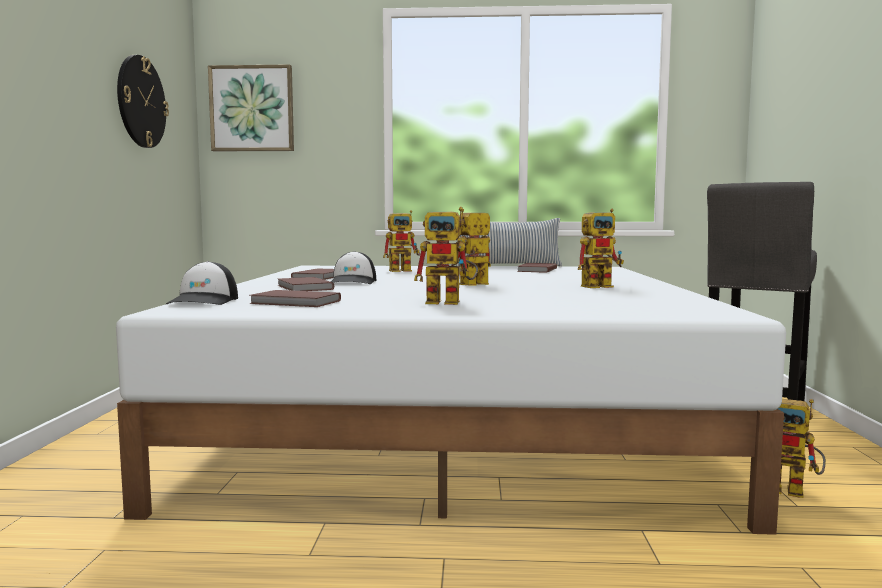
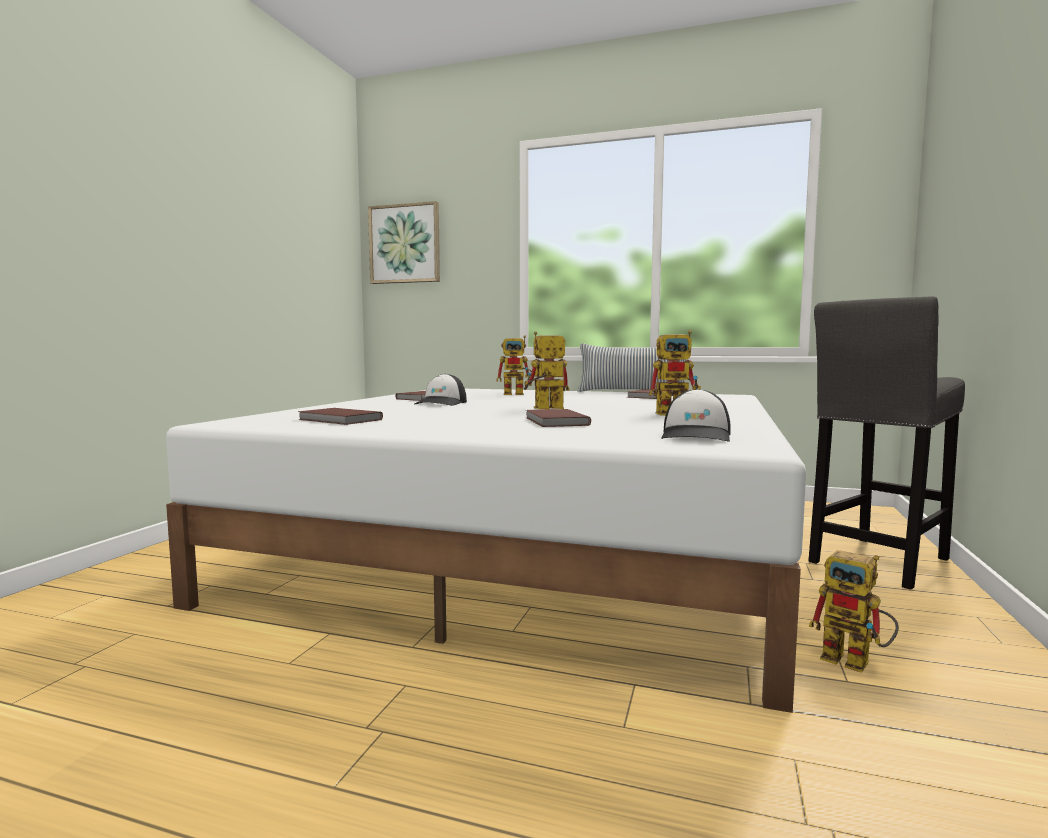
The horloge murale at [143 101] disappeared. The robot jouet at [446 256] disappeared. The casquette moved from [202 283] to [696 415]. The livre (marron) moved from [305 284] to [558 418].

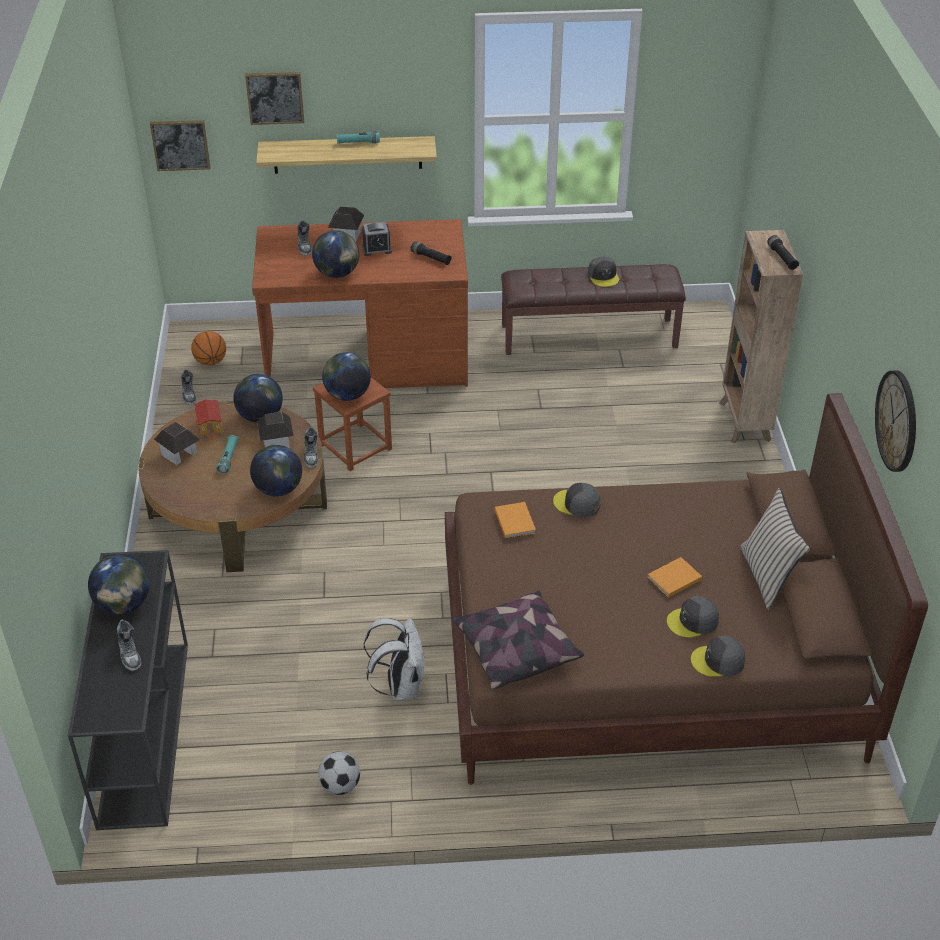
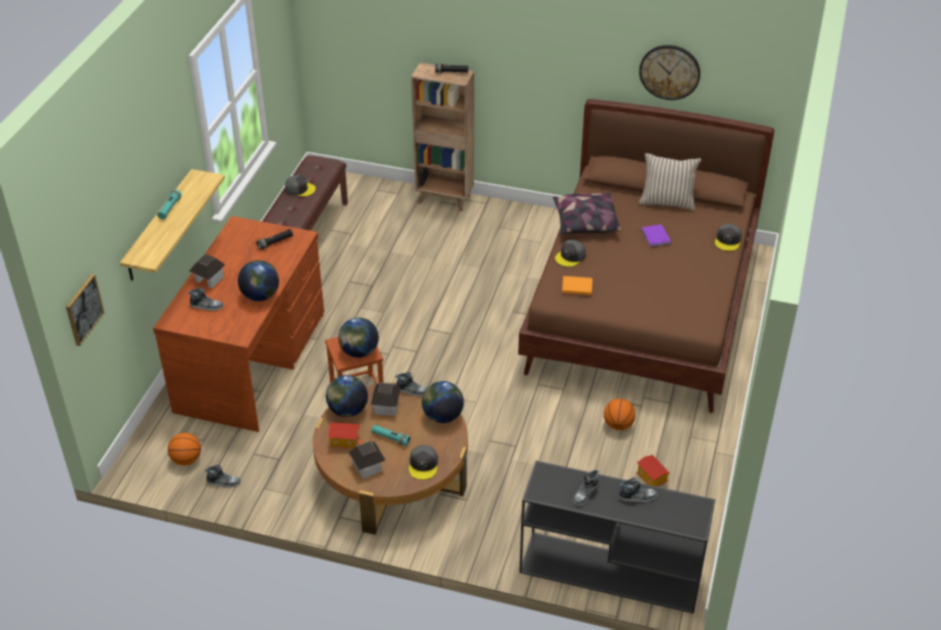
The tableau at [274 98] disappeared. The ballon de foot at [339 773] disappeared. The réveil at [377 239] disappeared. The maison miniature at [653 471] appeared. The coussin moved from [518 639] to [587 213]. The casquette (gris) moved from [693 617] to [423 462]. The globe at [119 584] was replaced by the chaussure at [586 488]. The sac à dos (blanc) at [394 659] was replaced by the ballon de basket at [620 414]. The livre (orange) at [674 577] became the livre (violet) at [656 235].

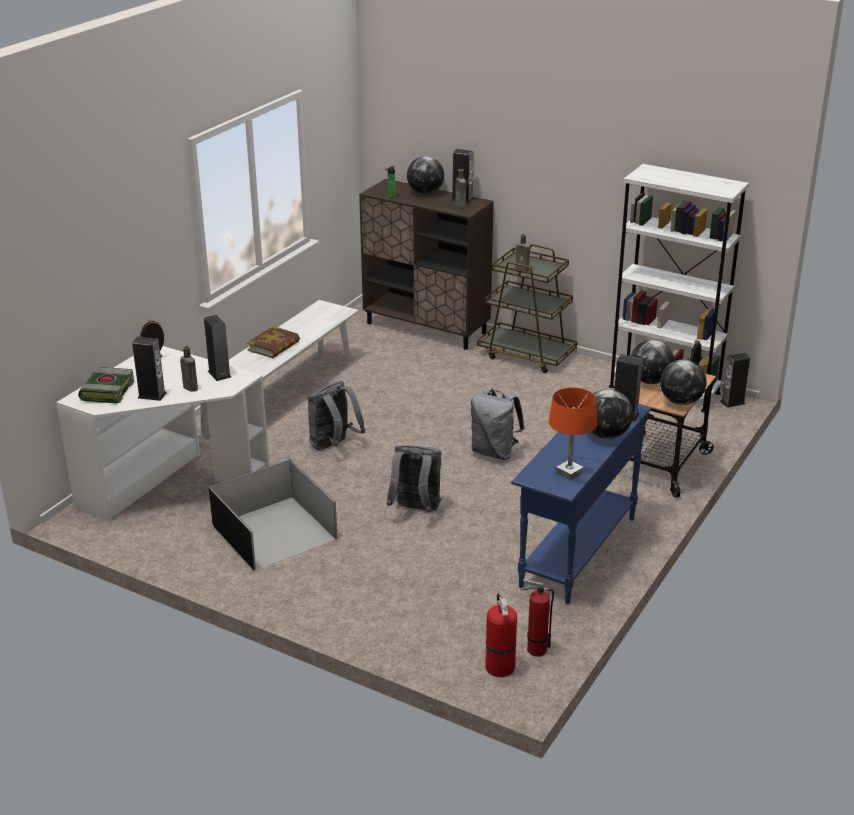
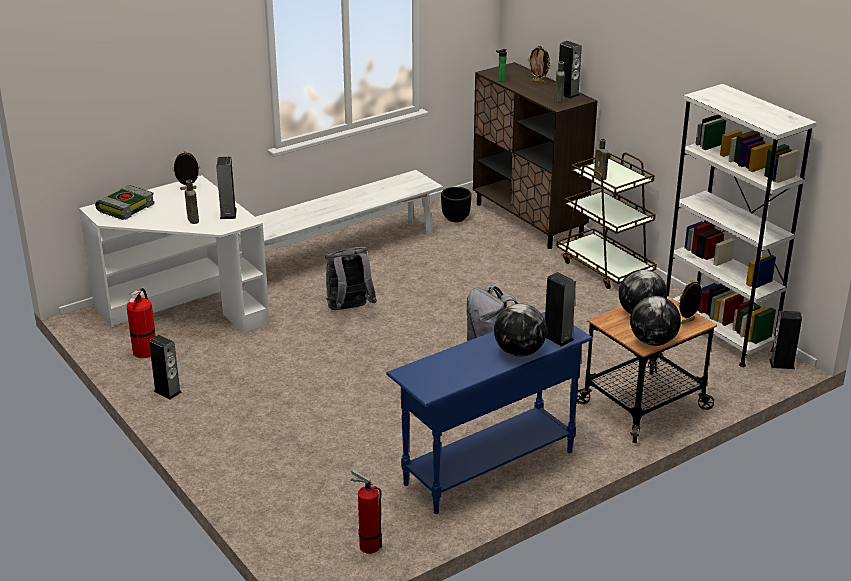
The boîte de rangement (noir) at [273 514] disappeared. The livre at [273 342] disappeared. The sac à dos (gris) at [414 479] disappeared. The lampe de table (orange) at [573 433] disappeared. The cache-pot (noir) at [456 204] appeared. The enceinte moved from [149 368] to [165 367]. The extincteur moved from [501 635] to [141 323]. The globe at [425 175] was replaced by the cadre photo at [539 64].

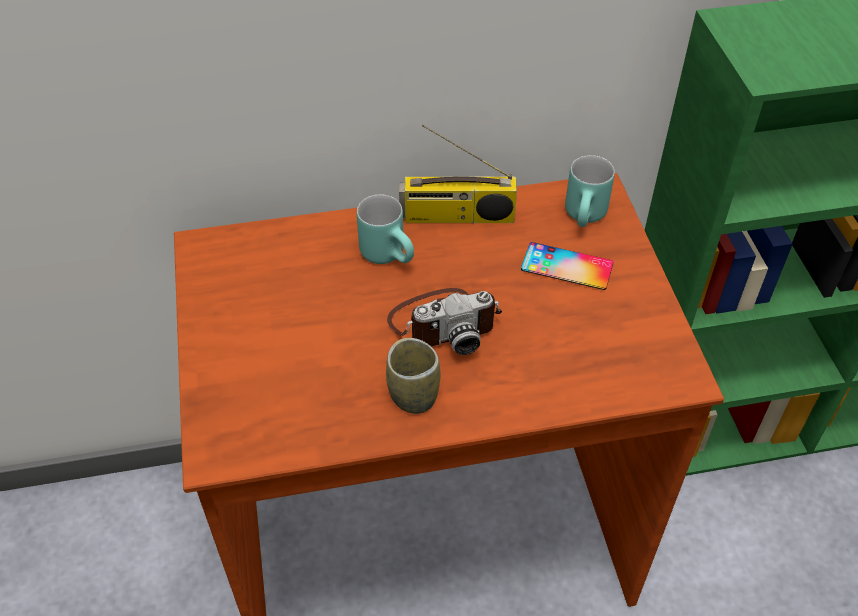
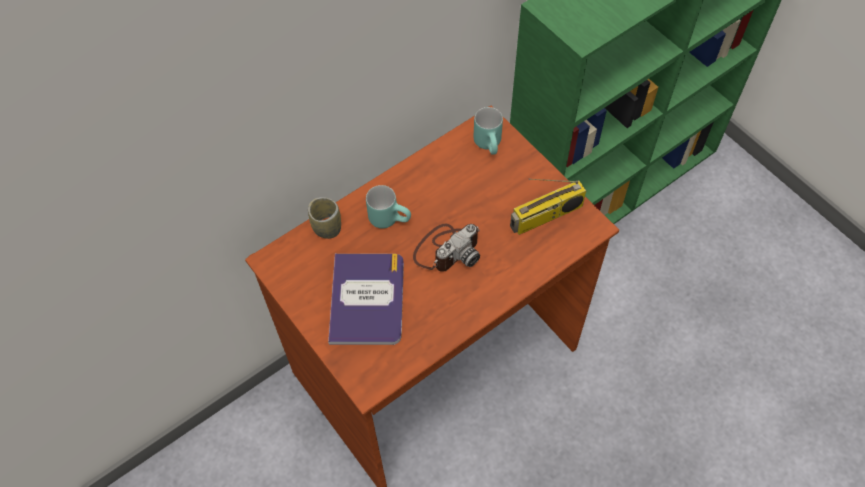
The téléphone at [567 266] disappeared. The livre at [366 299] appeared. The tasse moved from [413 376] to [324 218]. The radio moved from [458 174] to [548 206].

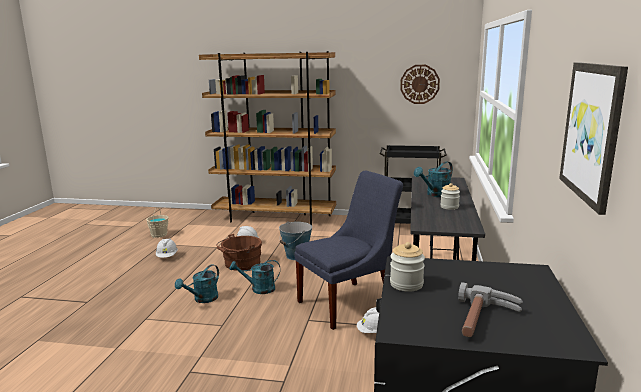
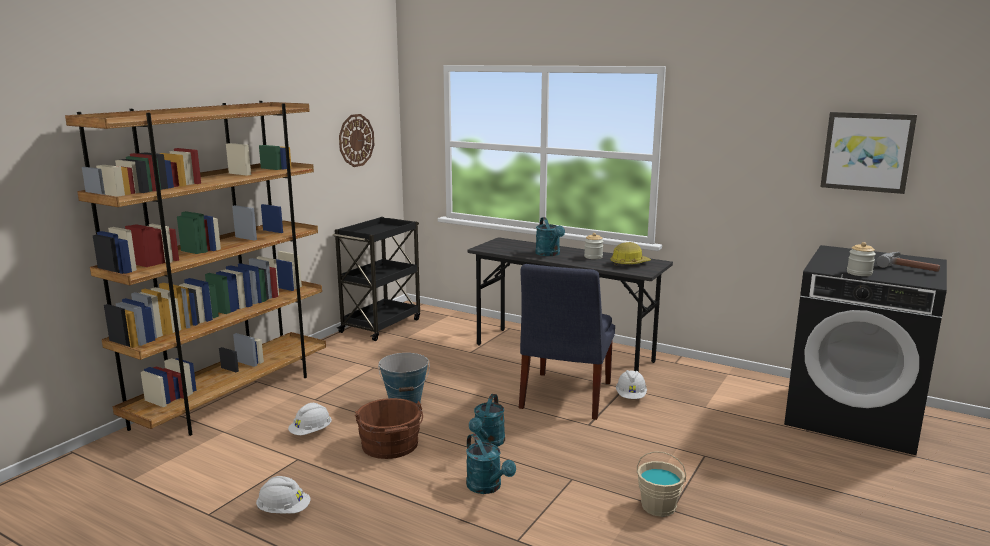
The casque de chantier at [630 254] appeared. The seau (beige) moved from [157 222] to [661 484]. The chaise (bleu) at [348 250] turned 150 degrees counterclockwise.

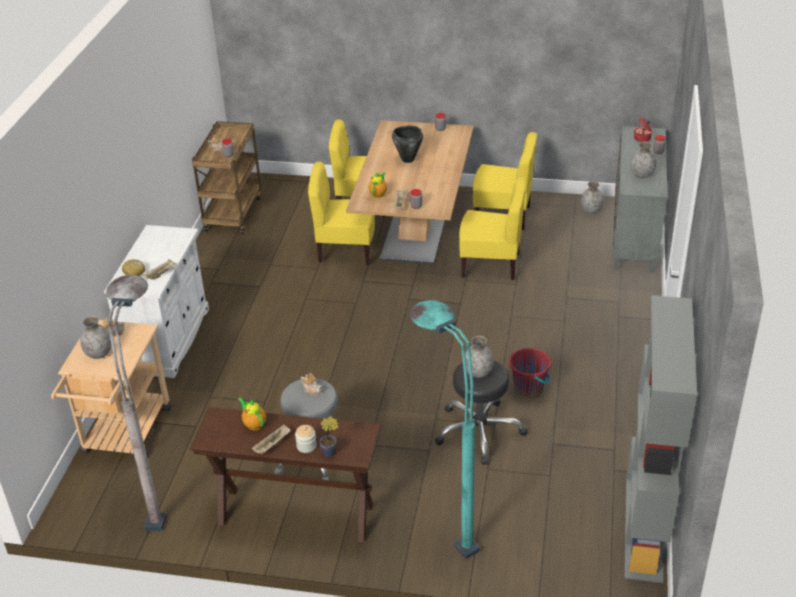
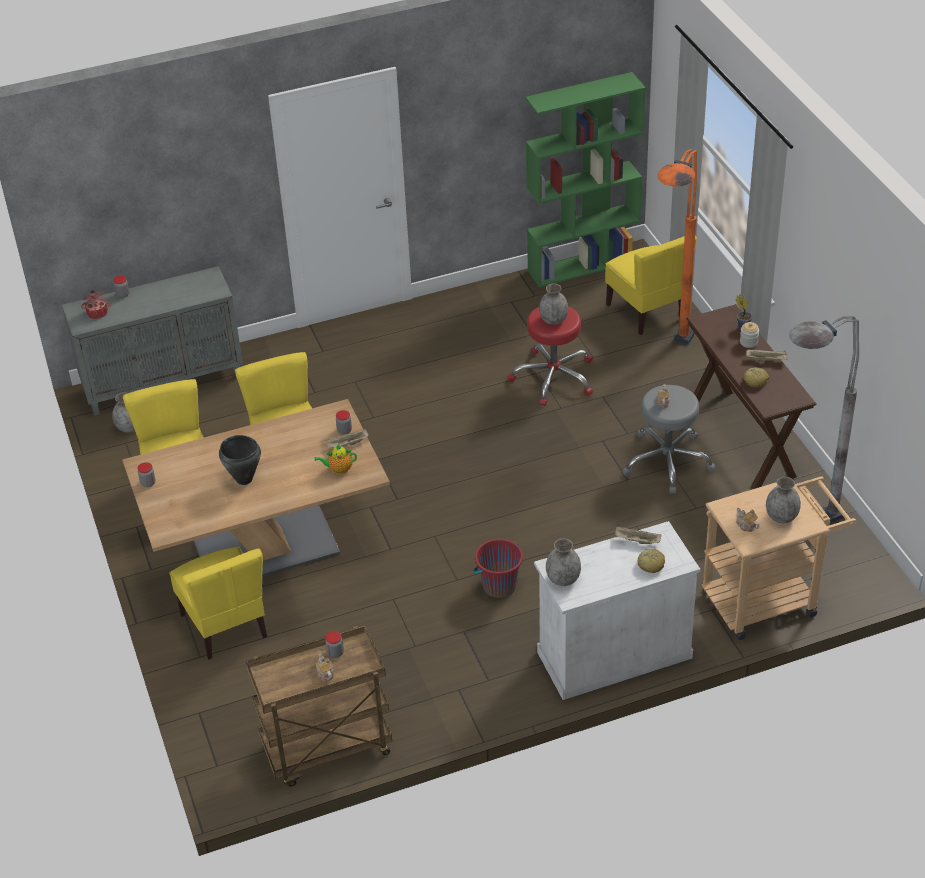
The chaise (jaune) moved from [341 213] to [651 285]. The seau (rouge) moved from [530 373] to [498 568]. The vase (gris) moved from [643 160] to [563 562]. The théière at [252 414] was replaced by the pain at [756 377]. The lampadaire (turquoise) at [445 429] became the lampadaire (orange) at [677 247]. The tabouret (noir) at [481 413] became the tabouret (rouge) at [550 356]. The bibliothèque (gris) at [660 439] became the bibliothèque (vert) at [585 179].

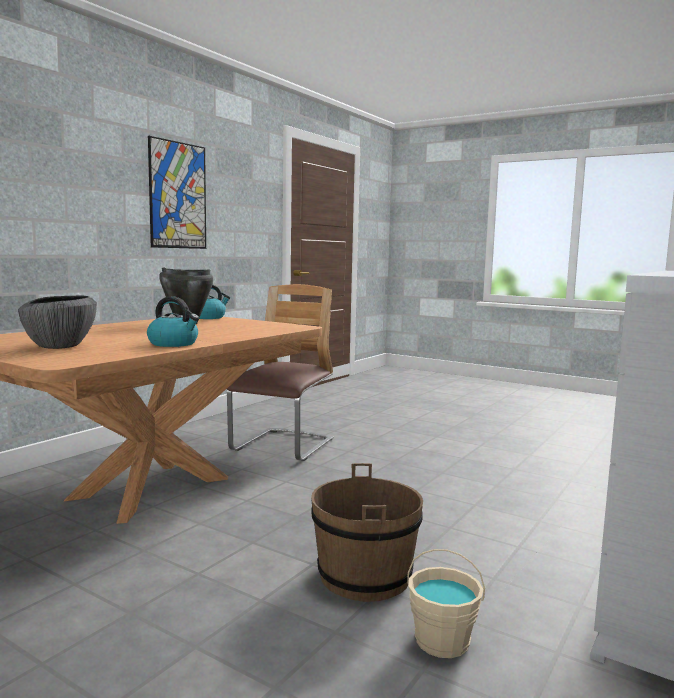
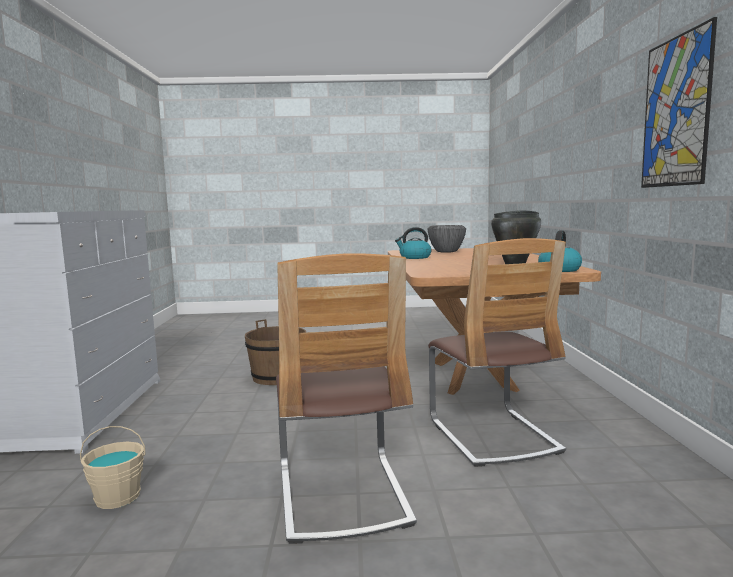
The chaise at [346 398] appeared. The seau (beige) moved from [446 603] to [112 467].

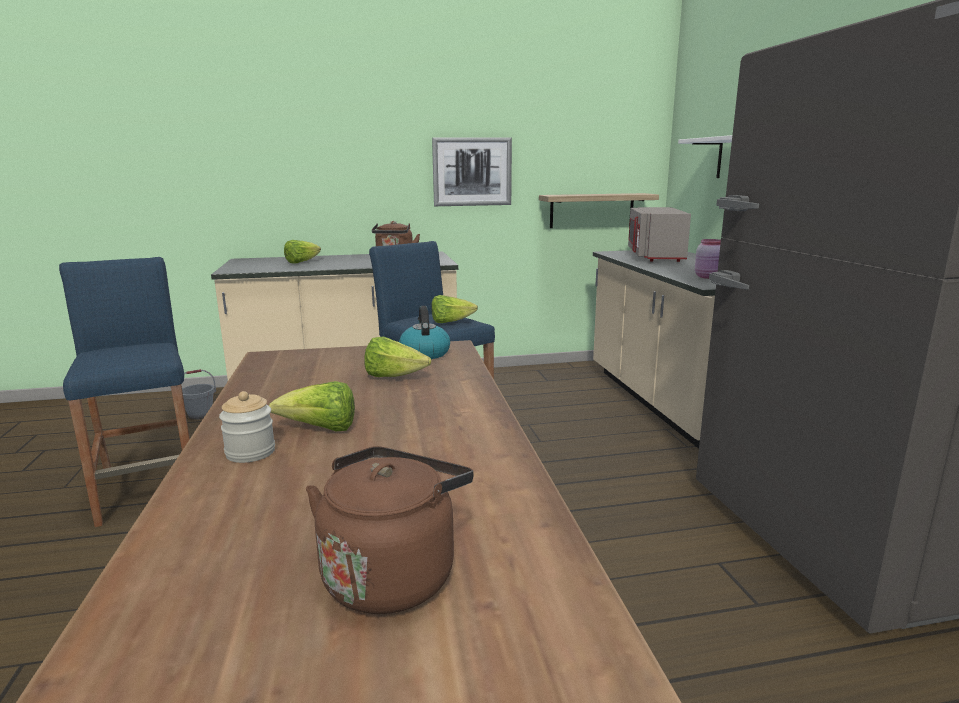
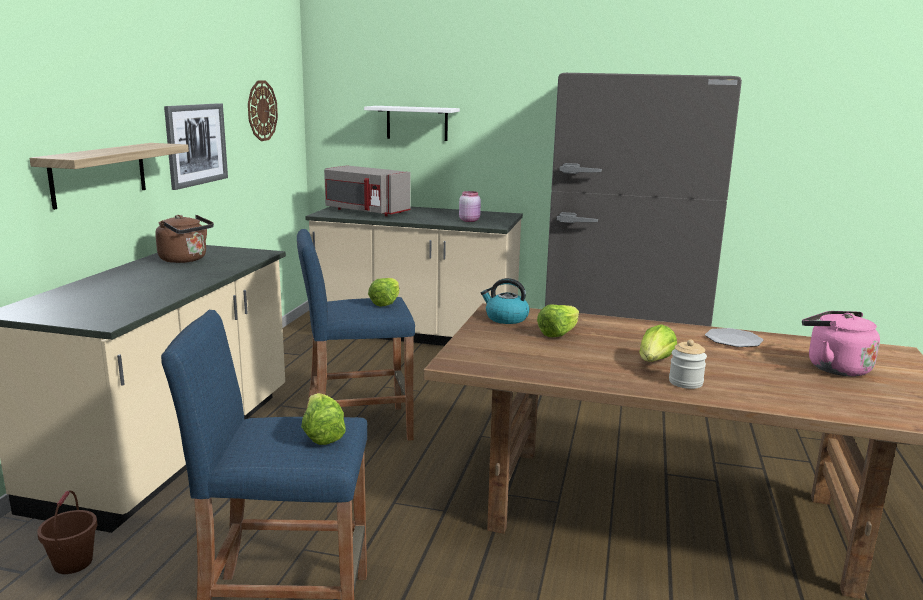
The horloge murale at [263 111] appeared. The assiette at [734 337] appeared. The laitue moved from [302 251] to [323 419]. The étagère moved from [599 210] to [109 176]. The seau (gris) at [199 394] became the seau (marron) at [67 532]. The bouilloire (marron) at [389 530] became the bouilloire (rose) at [841 343].

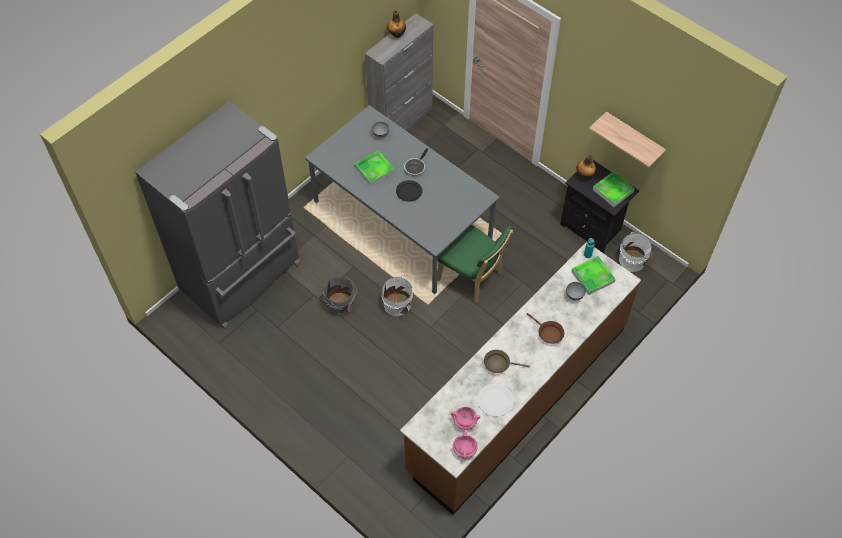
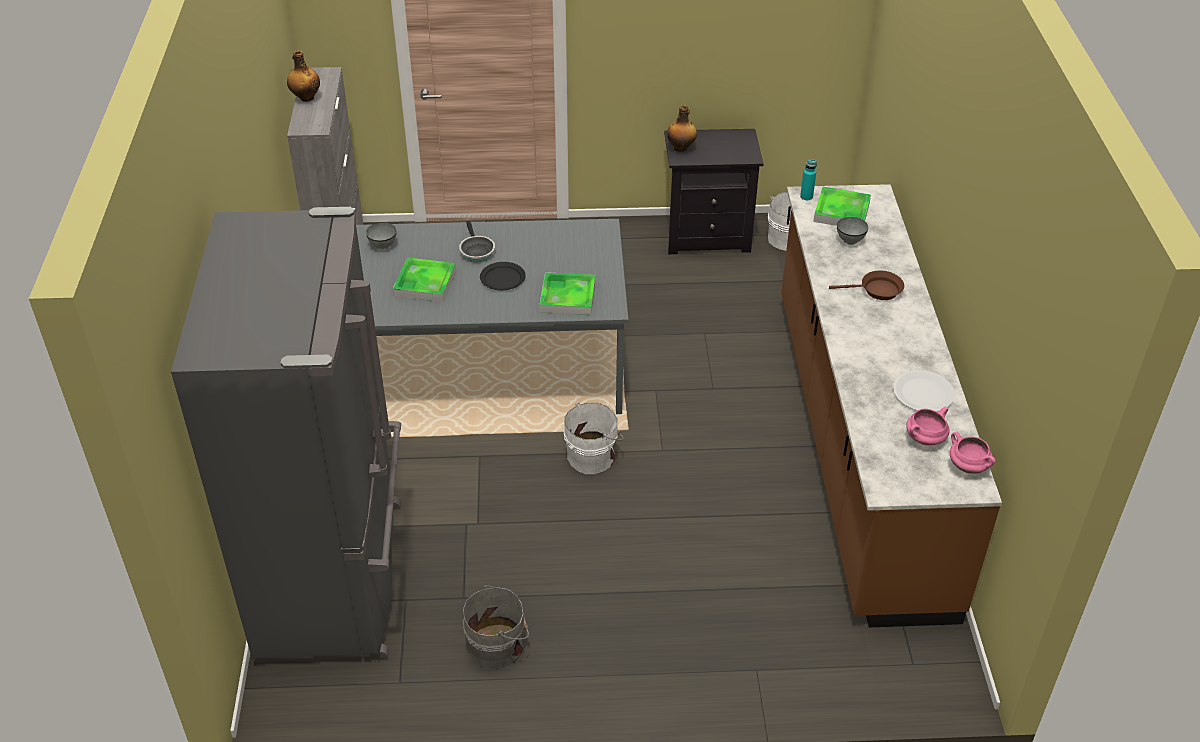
The chaise (vert) at [475 264] disappeared. The poêle (marron) at [507 361] disappeared. The étagère at [627 139] disappeared. The seau (gris) moved from [340 296] to [496 627]. The plateau moved from [614 189] to [567 293].

